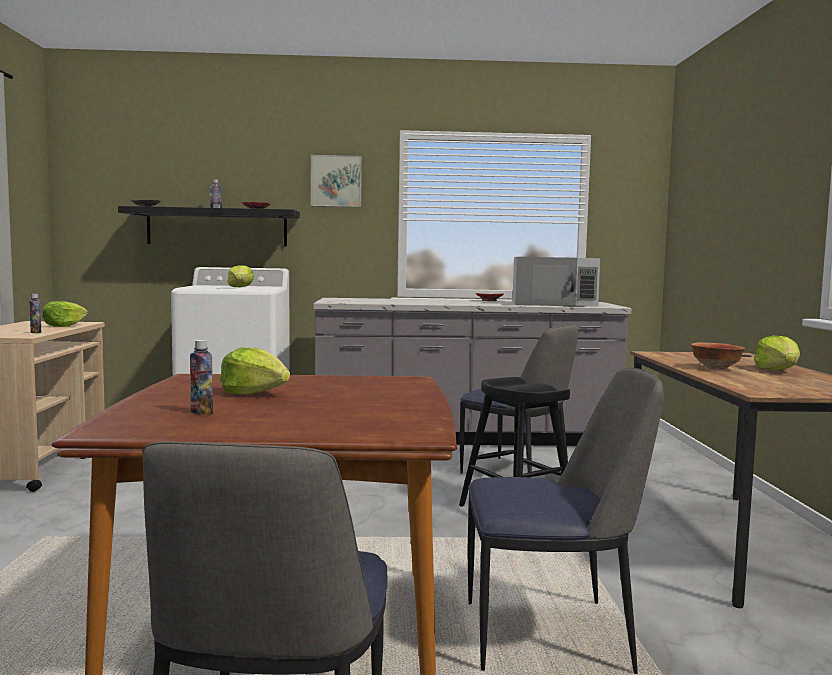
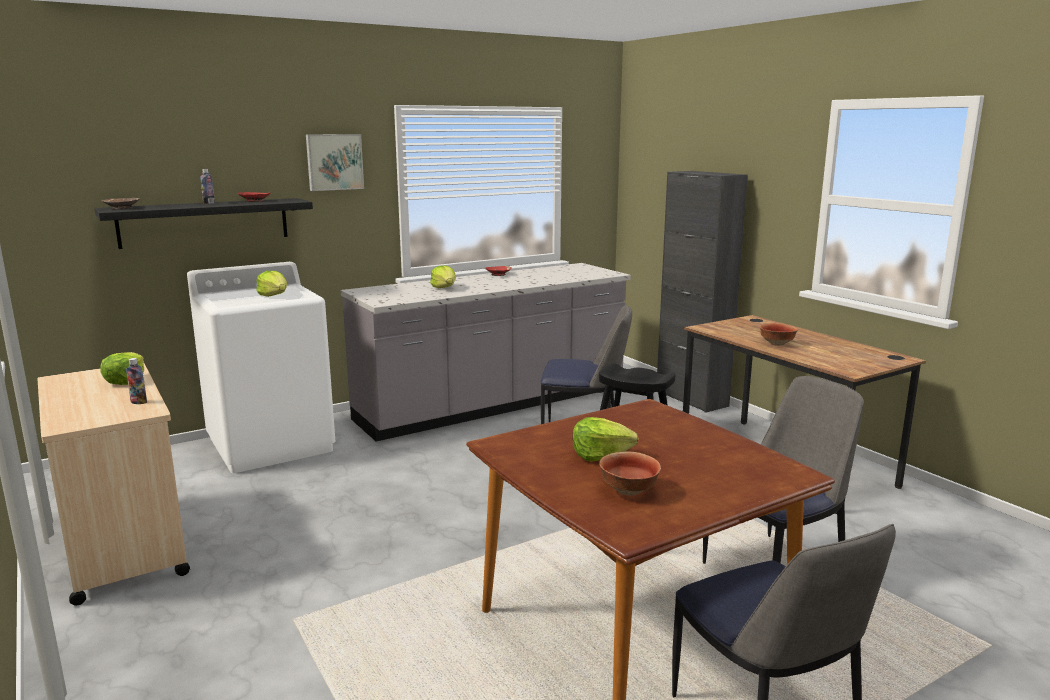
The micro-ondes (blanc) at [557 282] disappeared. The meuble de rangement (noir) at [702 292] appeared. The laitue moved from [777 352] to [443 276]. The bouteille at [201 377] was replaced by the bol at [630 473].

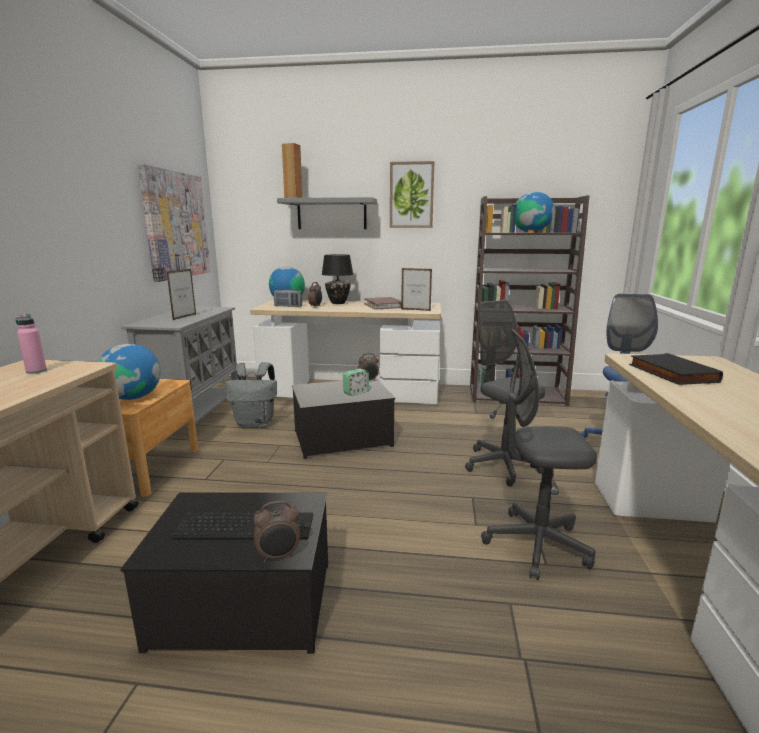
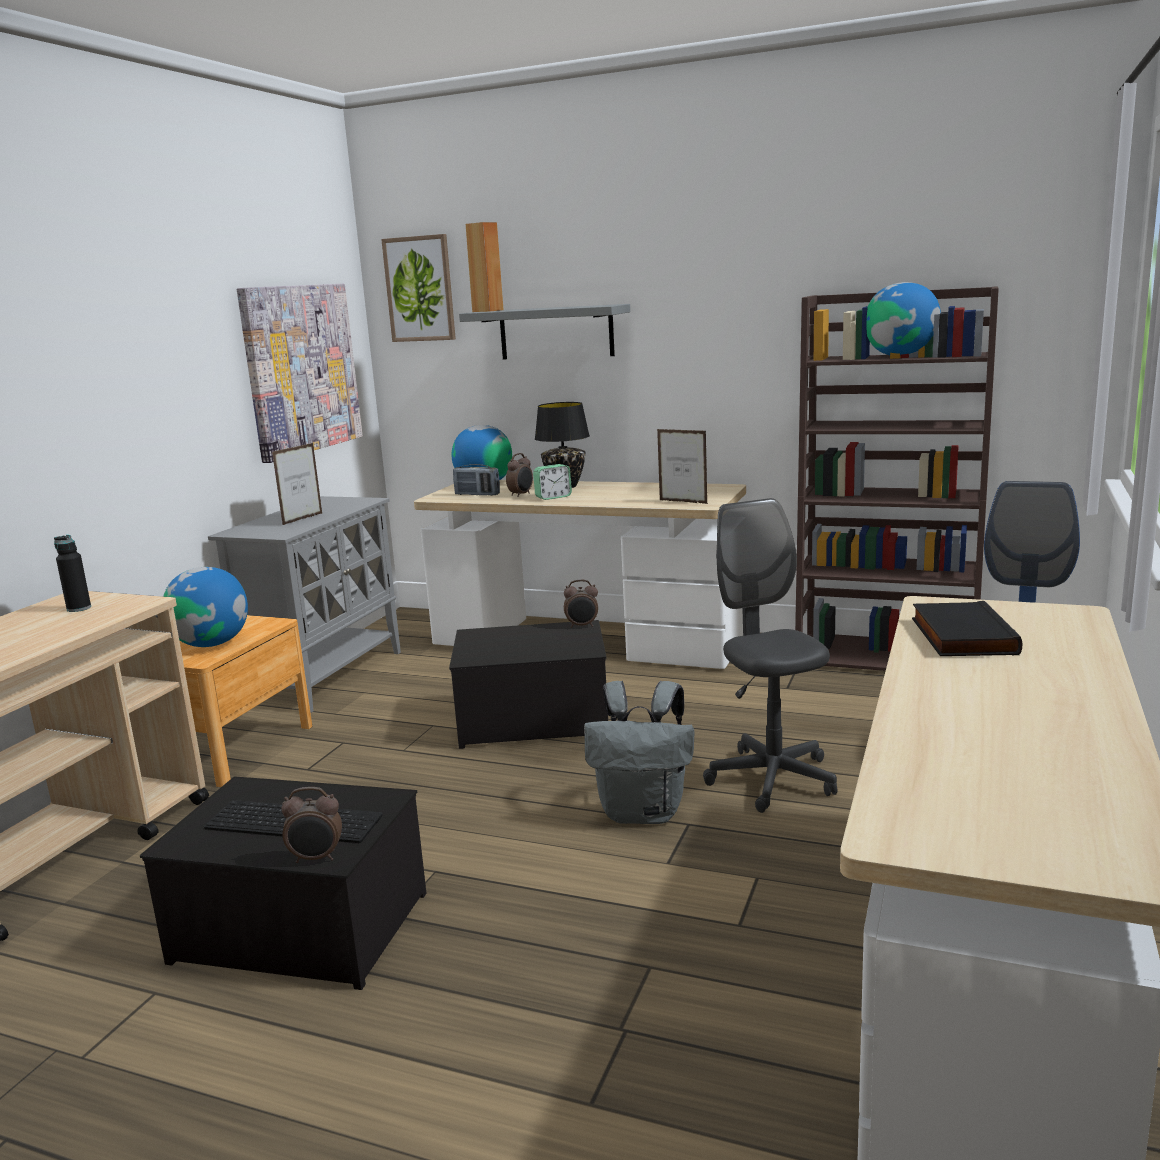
The livre (marron) at [382 303] disappeared. The chaise de bureau (gris) at [539 454] disappeared. The sac à dos (gris) moved from [251 395] to [639 752]. The réveil moved from [356 382] to [552 482]. The tableau moved from [412 194] to [418 288]. The bouteille (rose) at [31 344] became the bouteille (noir) at [72 573].

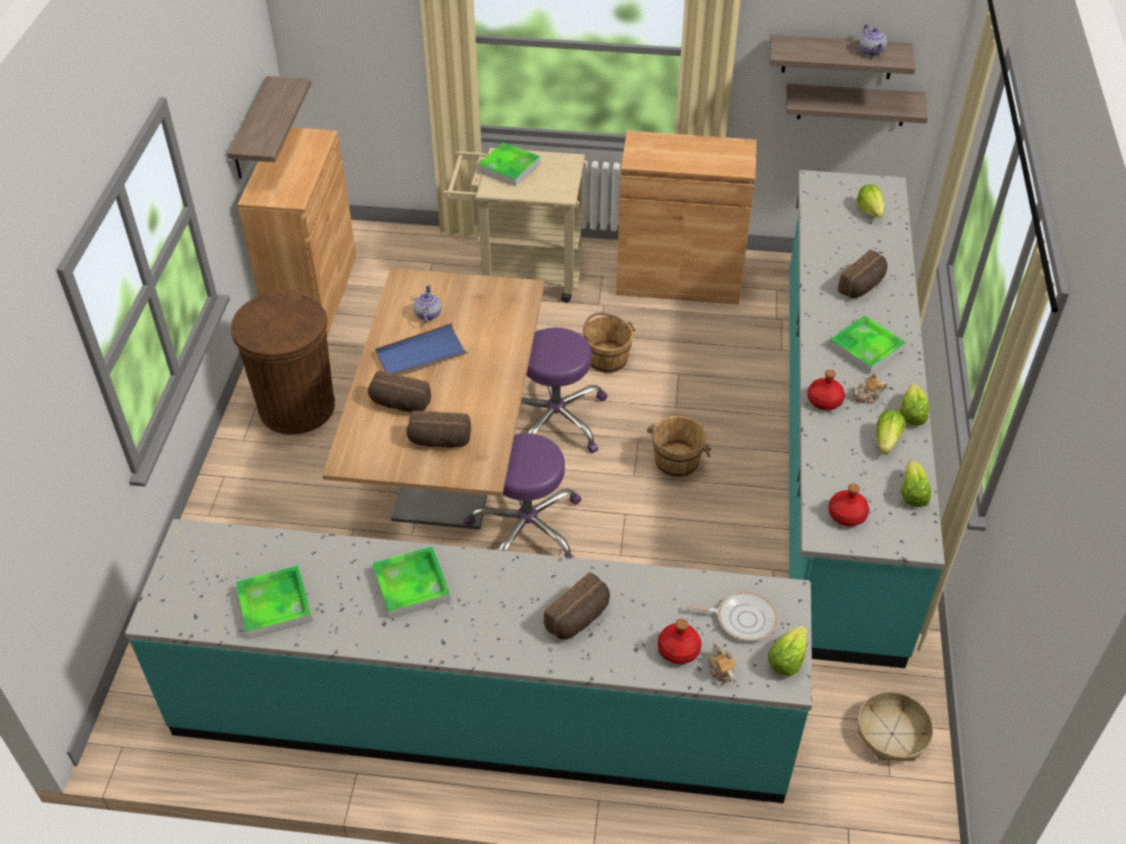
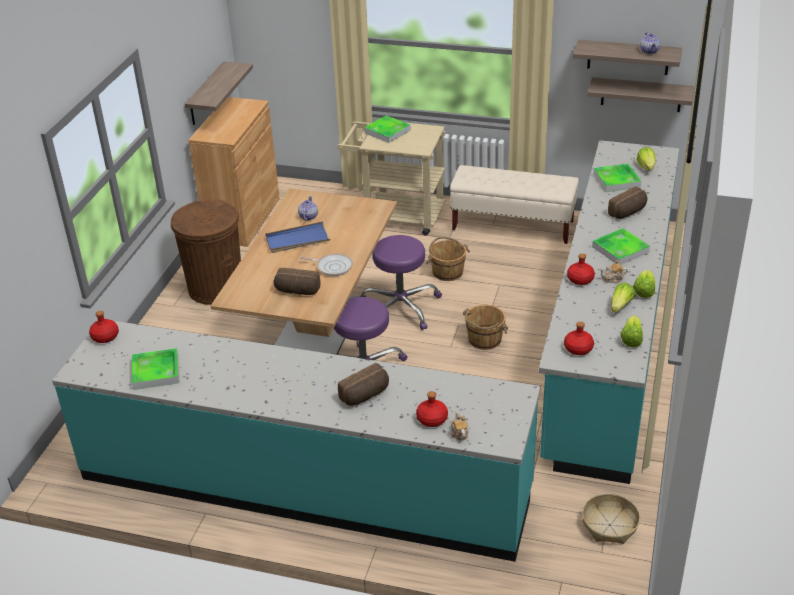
The pain at [399 391] disappeared. The laitue at [787 651] disappeared. The bouteille (rouge) at [104 327] appeared. The plateau moved from [411 582] to [617 177]. The poêle moved from [732 616] to [326 264]. The meuble de rangement (marron) at [686 218] was replaced by the banc (beige) at [514 204].

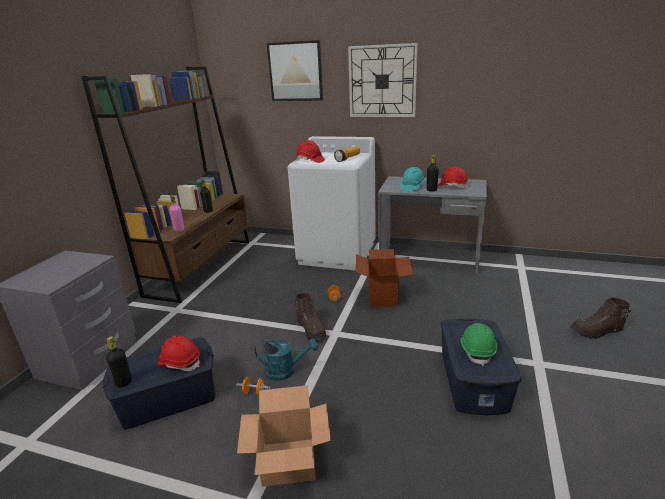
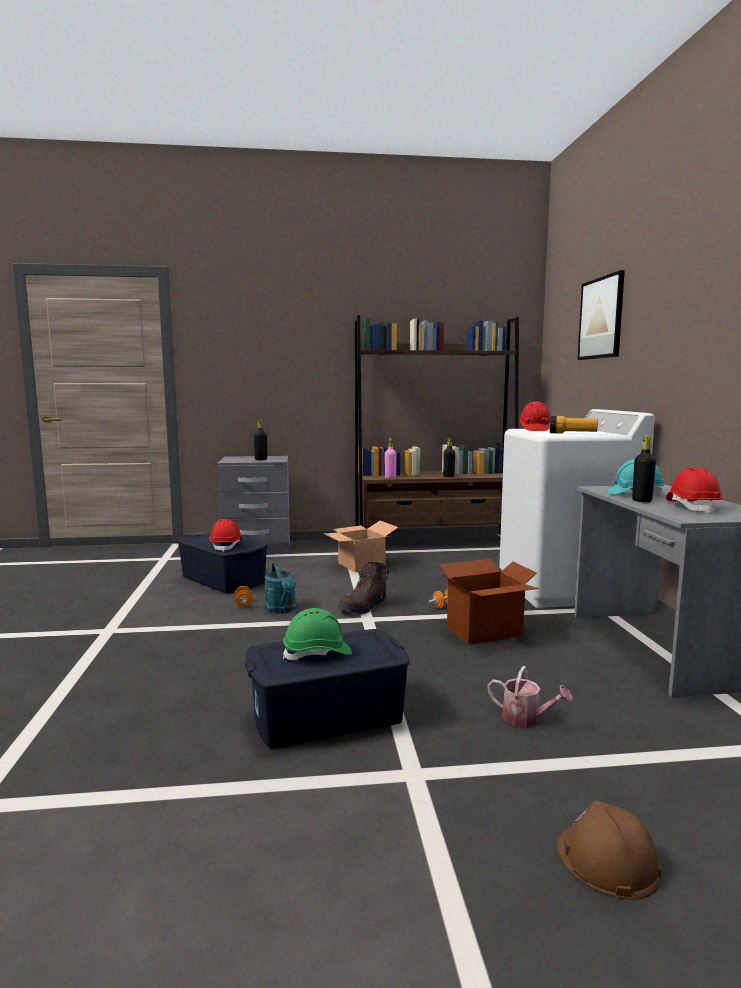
The horloge murale at [383 80] disappeared. The arrosoir at [530 696] appeared. The bouteille (noir) moved from [119 362] to [260 440]. The carton moved from [284 436] to [361 546]. The botte (marron) at [601 318] was replaced by the casque de chantier (marron) at [609 850].

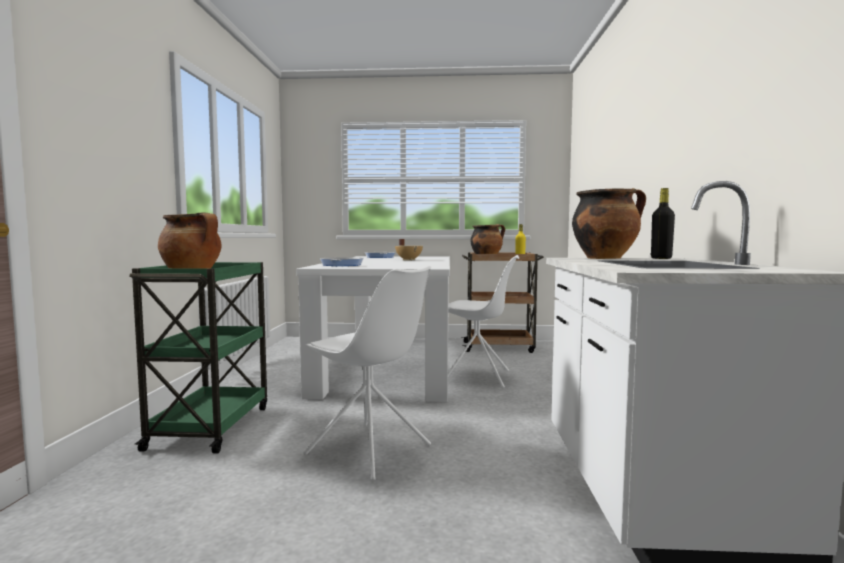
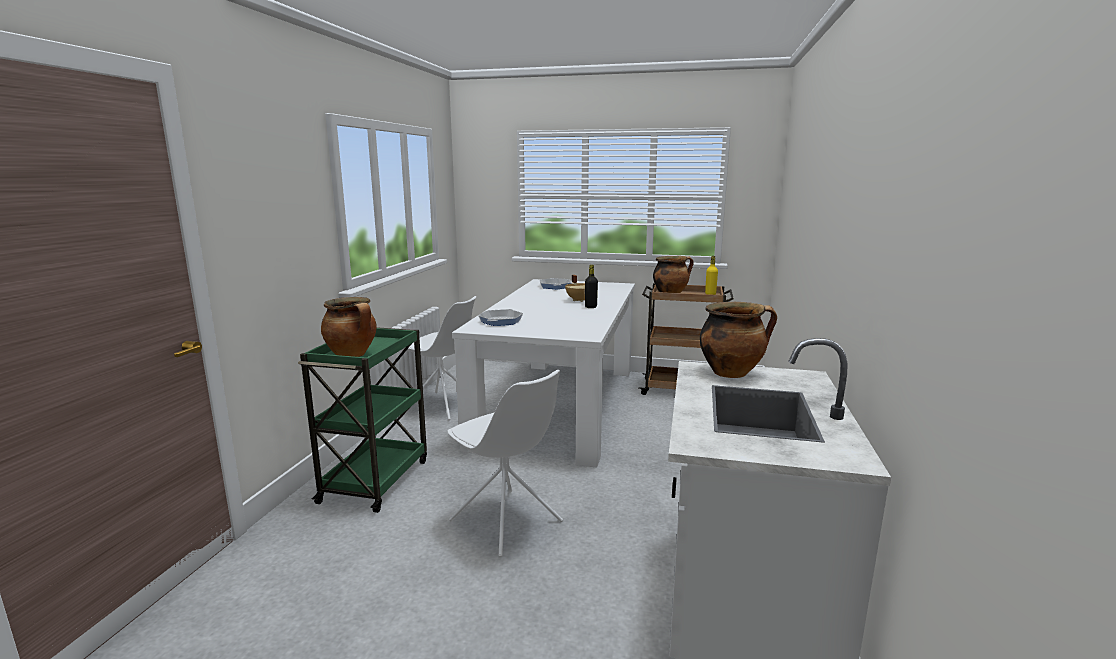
The chaise (blanc) moved from [483 321] to [441 358]. The bouteille (noir) moved from [663 223] to [591 286].

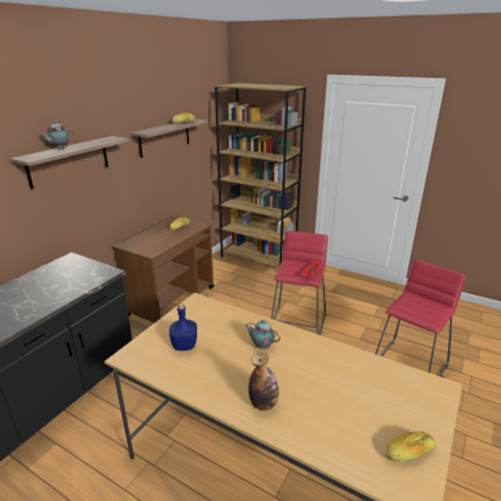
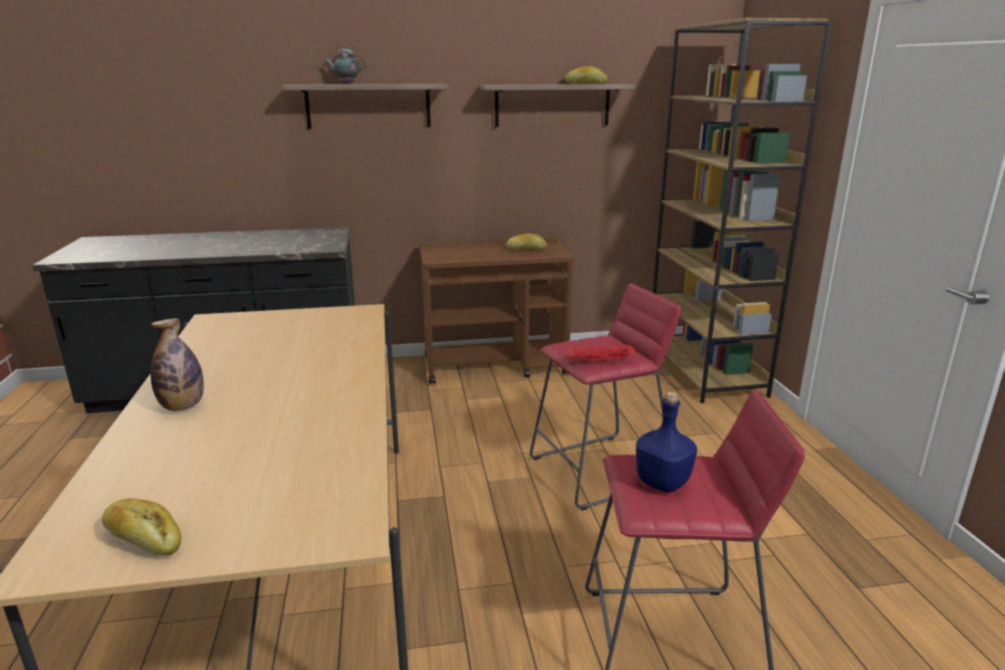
The théière at [262 334] disappeared. The bouteille (bleu) moved from [183 327] to [666 442].

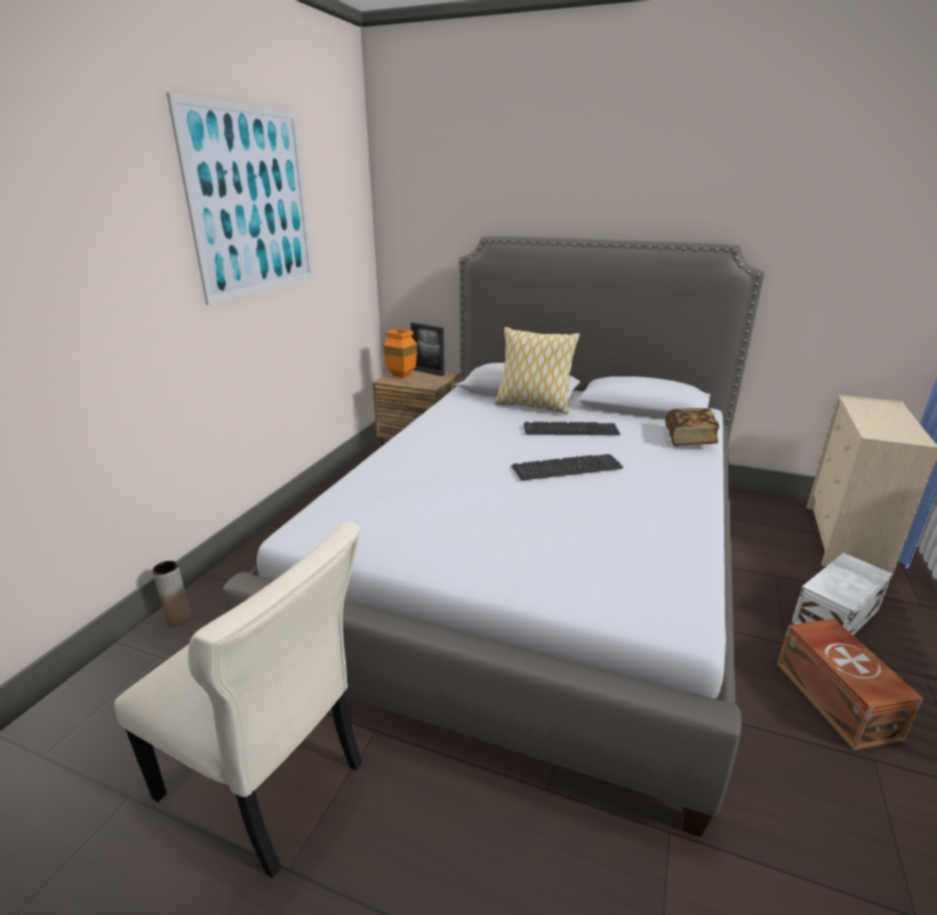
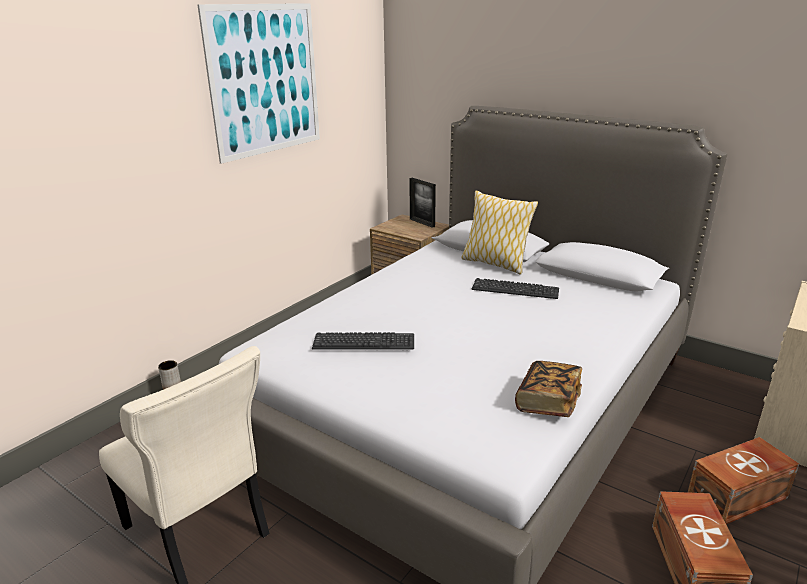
The vase (orange) at [400 353] disappeared. The clavier moved from [567 467] to [363 341]. The livre moved from [692 427] to [548 389]. The boîte de rangement (blanc) at [841 594] became the boîte de rangement (marron) at [743 480].

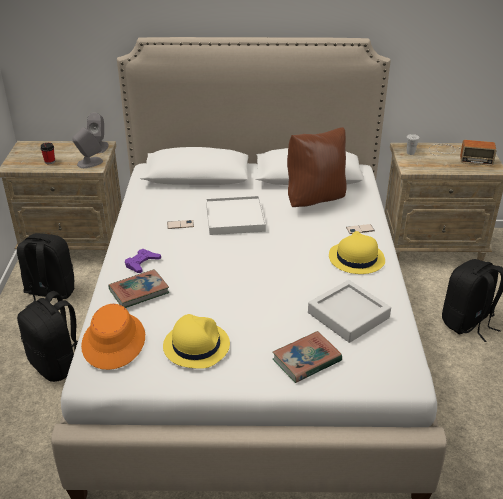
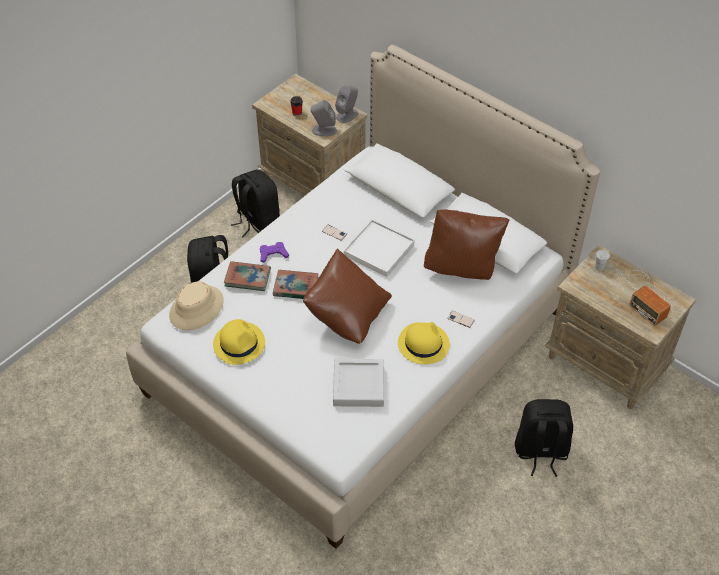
The coussin (marron) at [347 296] appeared. The livre moved from [307 357] to [296 284]. The chapeau (orange) at [113 337] became the chapeau (beige) at [196 306].

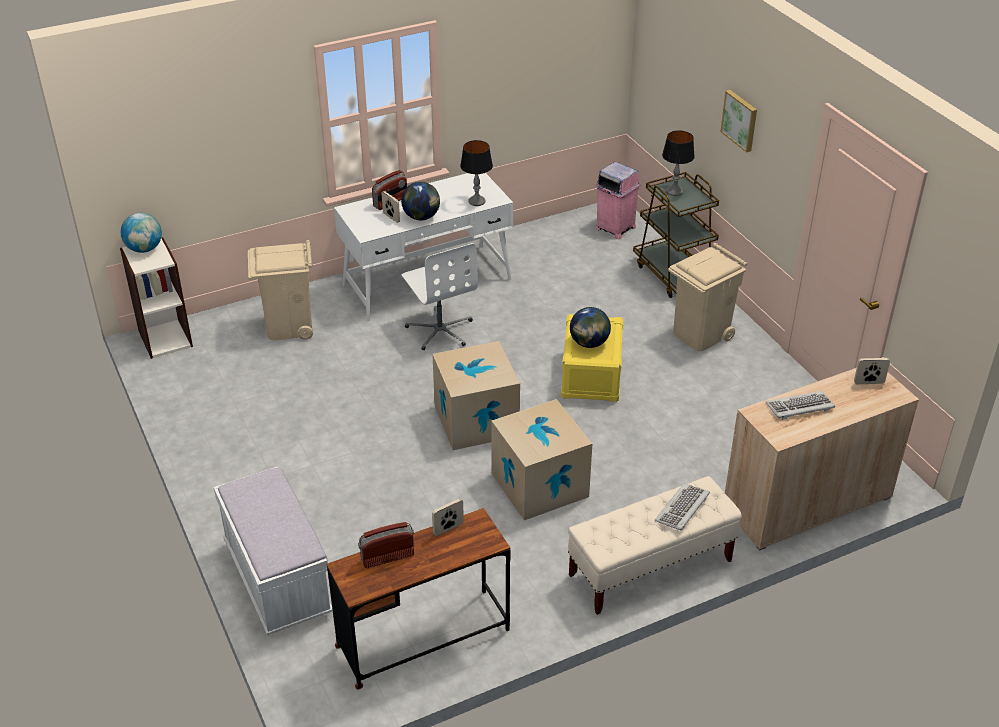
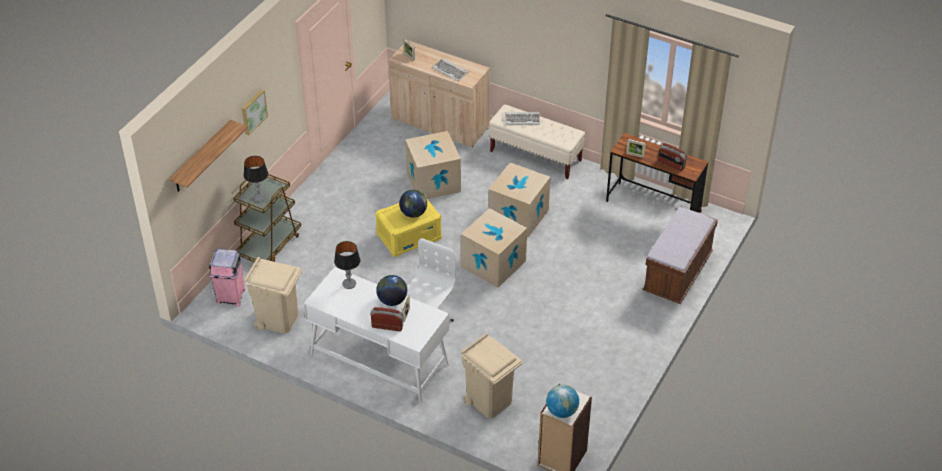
The étagère at [208 156] appeared. The carton at [433 165] appeared. The poubelle (beige) moved from [707 297] to [273 295]. The banc (blanc) at [273 551] became the banc (marron) at [680 255].

